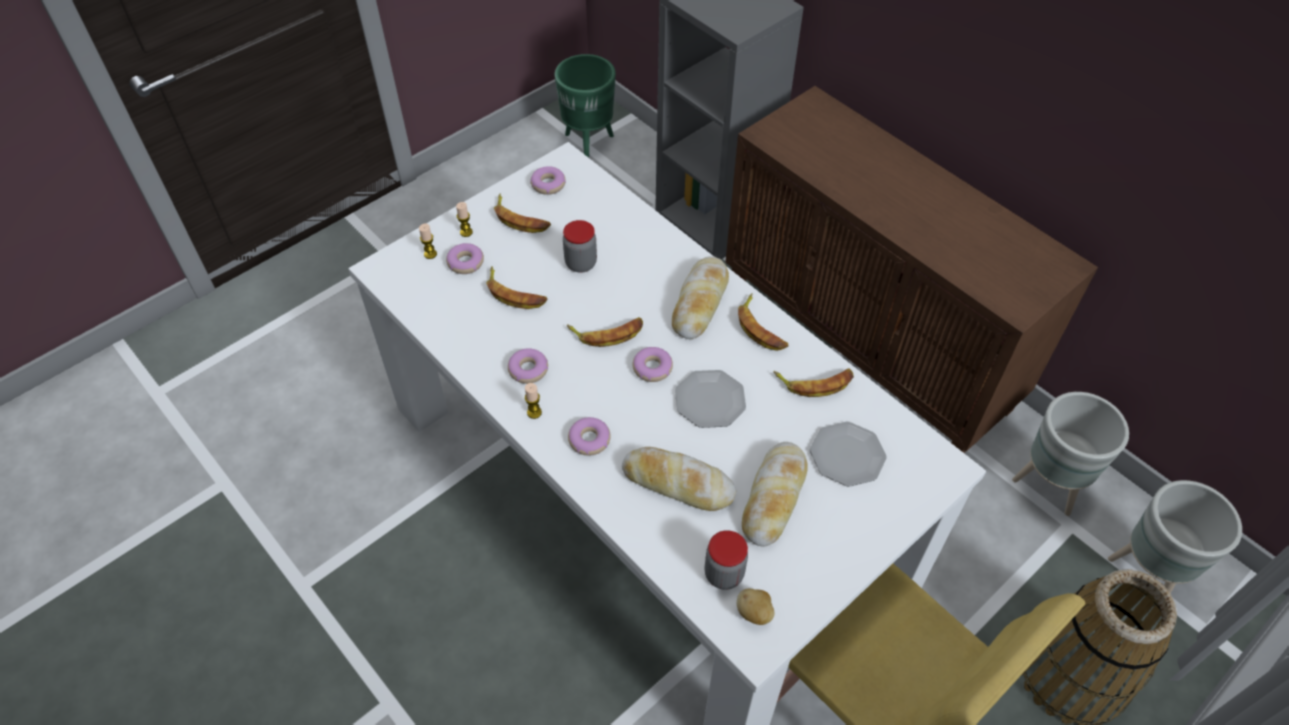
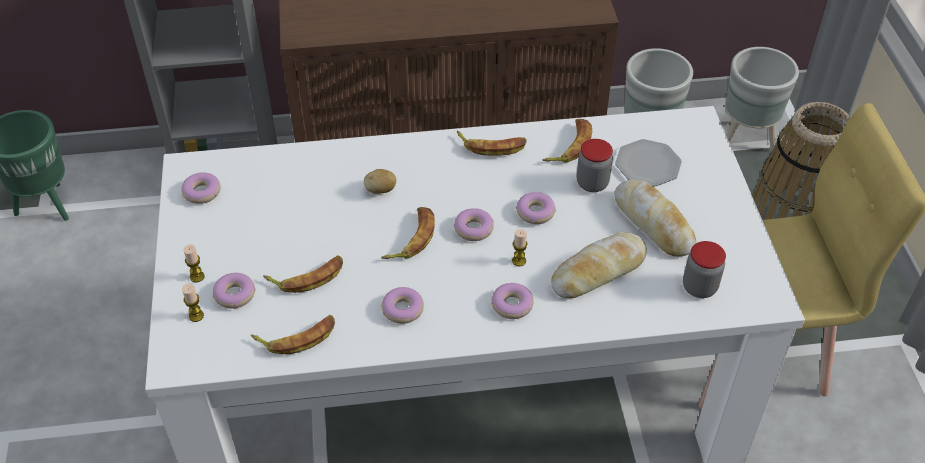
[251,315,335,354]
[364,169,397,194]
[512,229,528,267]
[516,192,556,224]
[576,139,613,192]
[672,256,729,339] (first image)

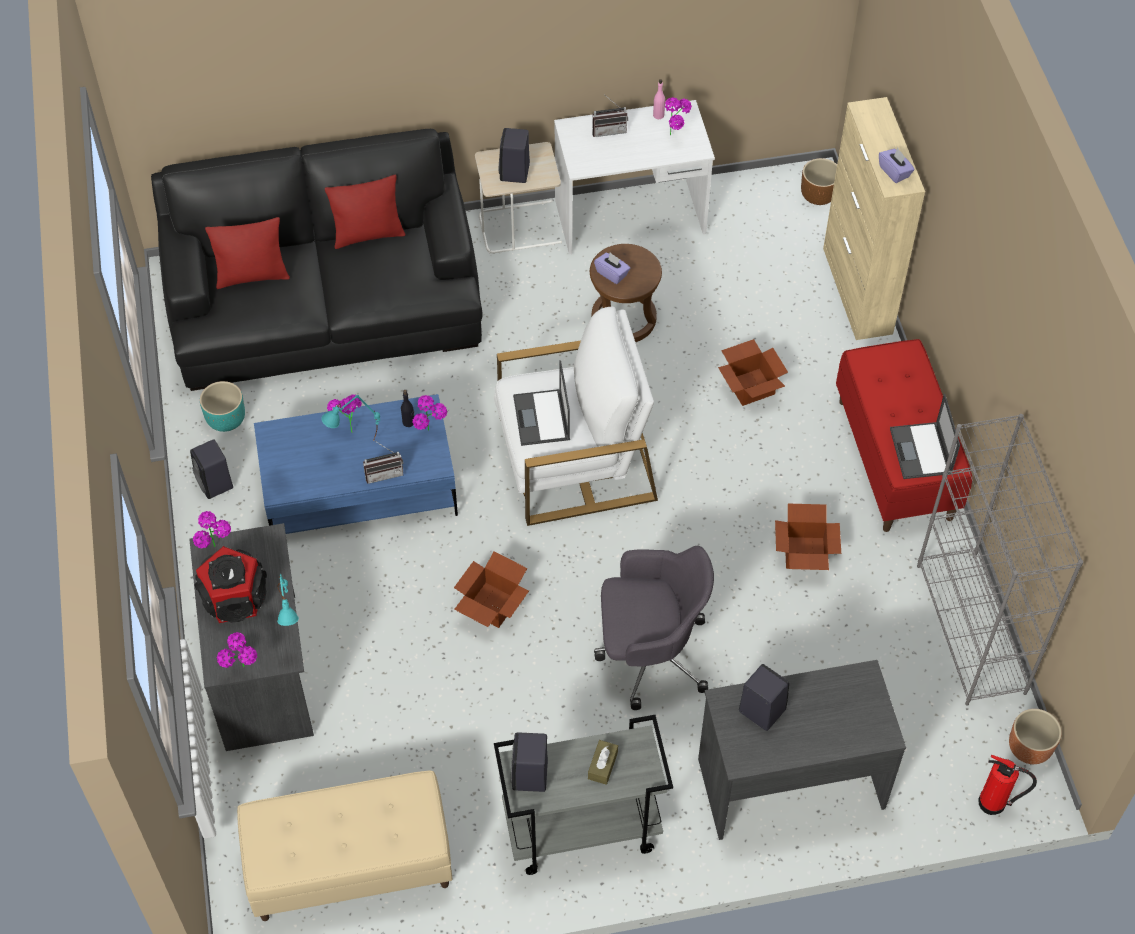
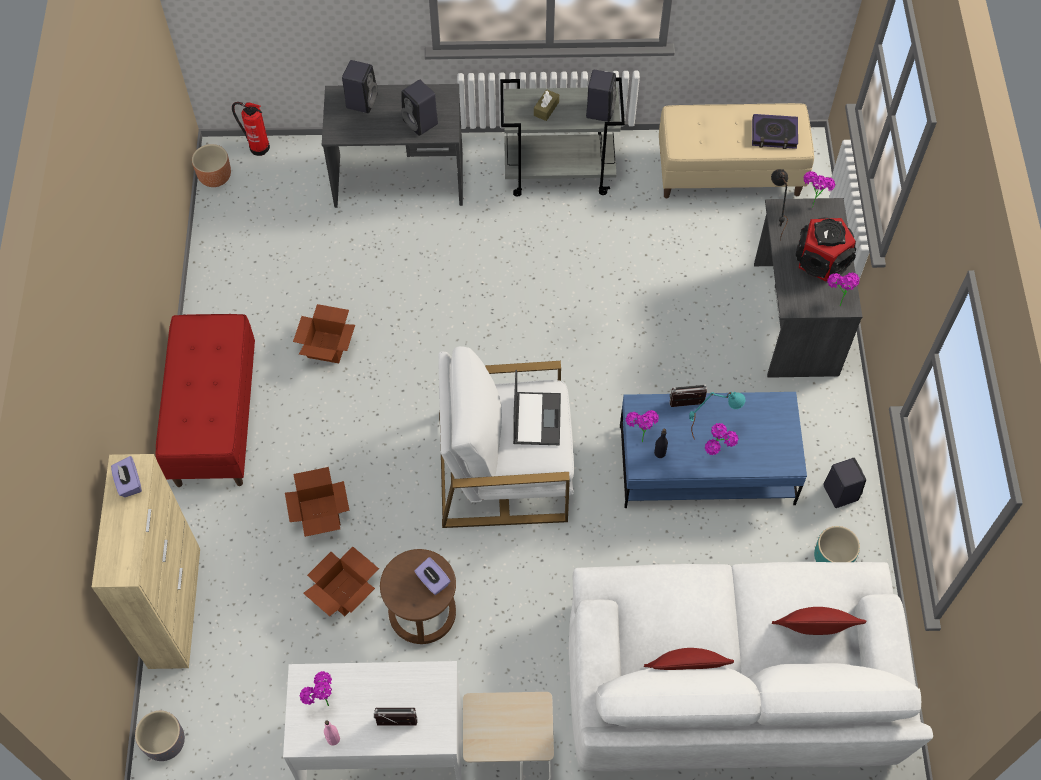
[135,711,185,761]
[303,546,379,616]
[342,60,378,113]
[569,562,933,771]
[752,114,798,149]
[771,169,788,240]
[594,546,714,710] (first image)
[890,394,960,479] (first image)
[917,414,1083,706] (first image)

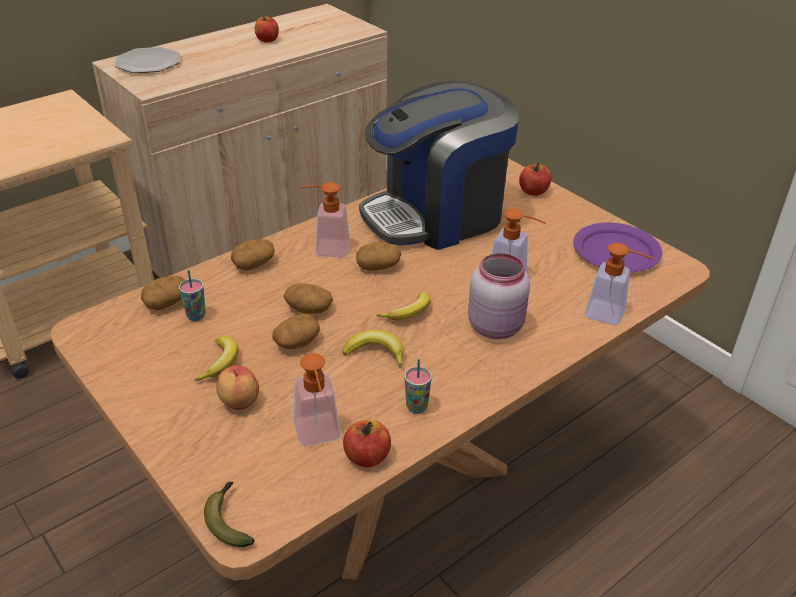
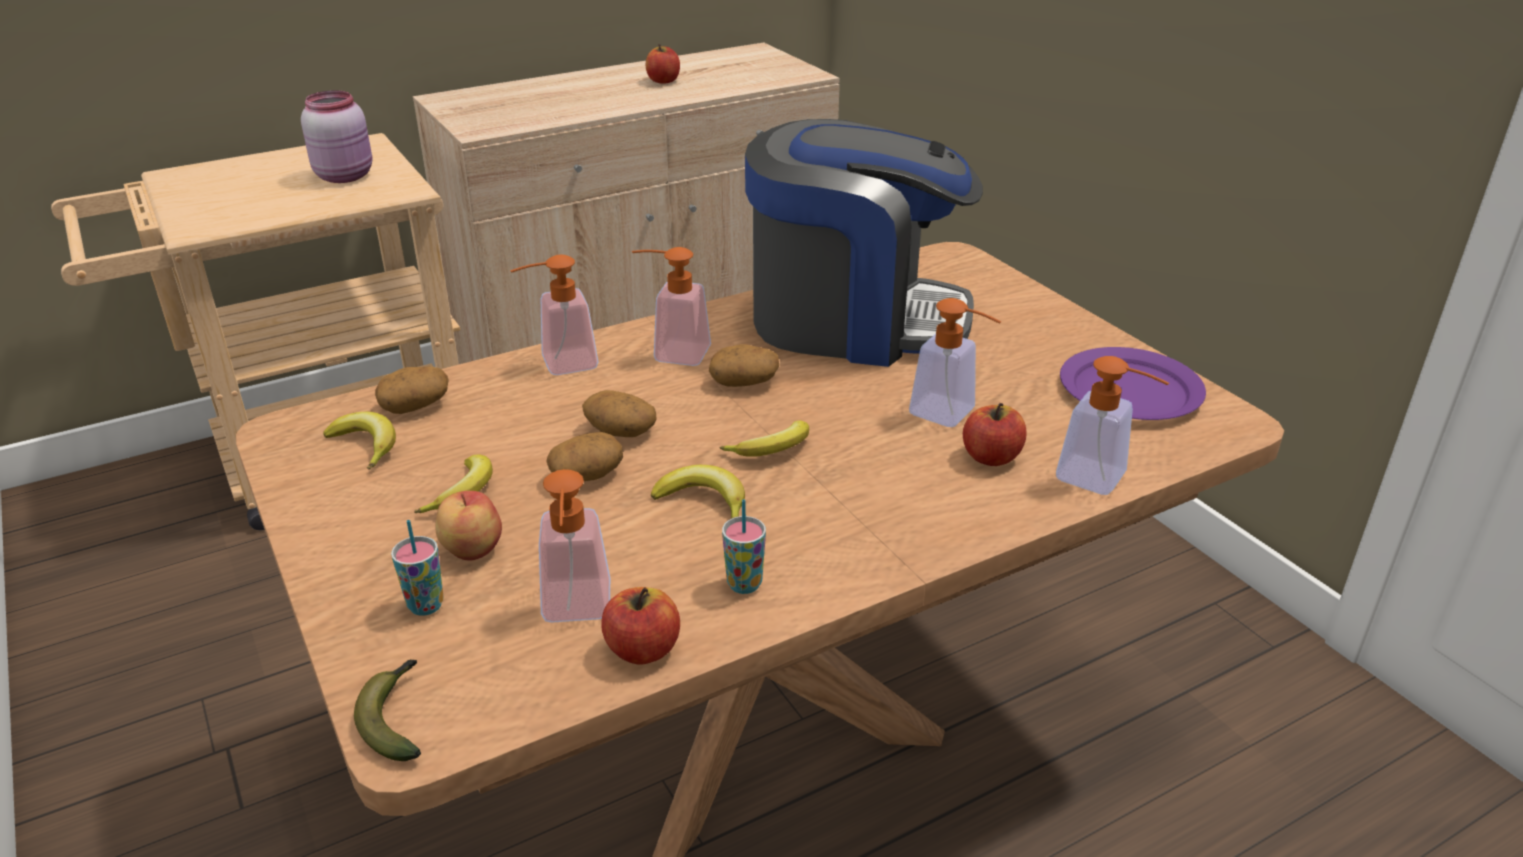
[301,90,372,183]
[323,412,396,470]
[391,520,444,616]
[510,254,599,375]
[745,119,983,367]
[963,403,1027,466]
[115,47,180,73] (first image)

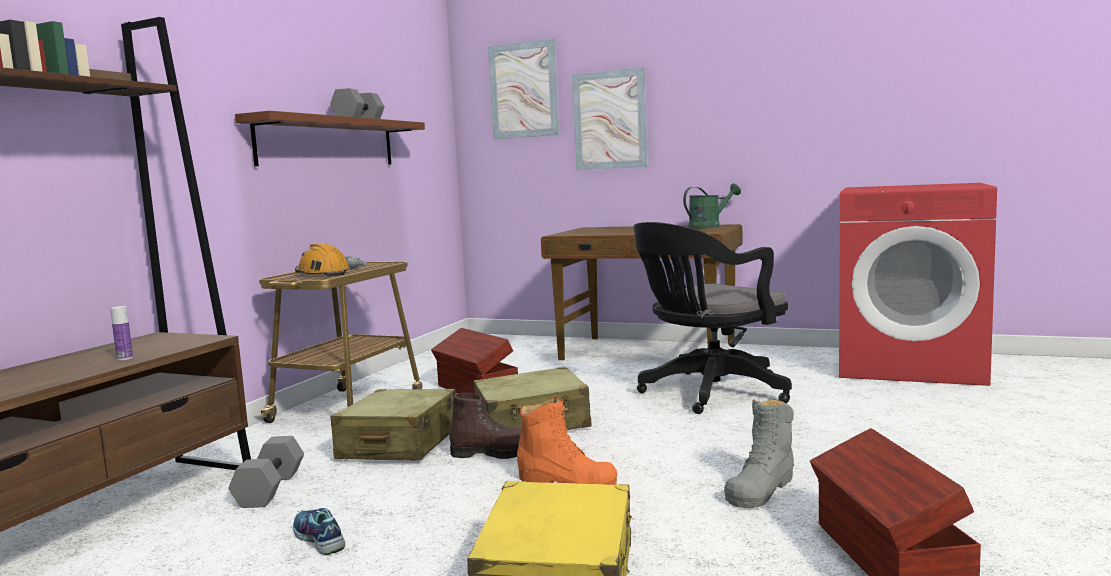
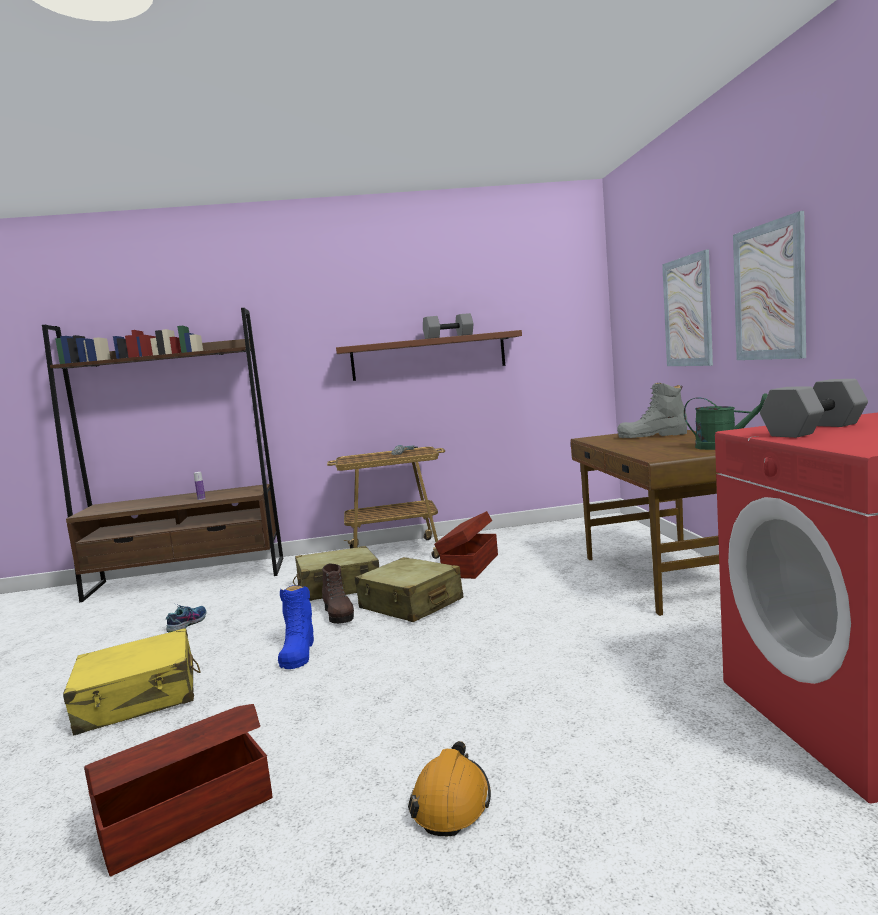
[278,585,314,669]
[408,741,491,836]
[617,383,687,438]
[733,211,806,360]
[760,379,868,438]
[634,222,792,414] (first image)

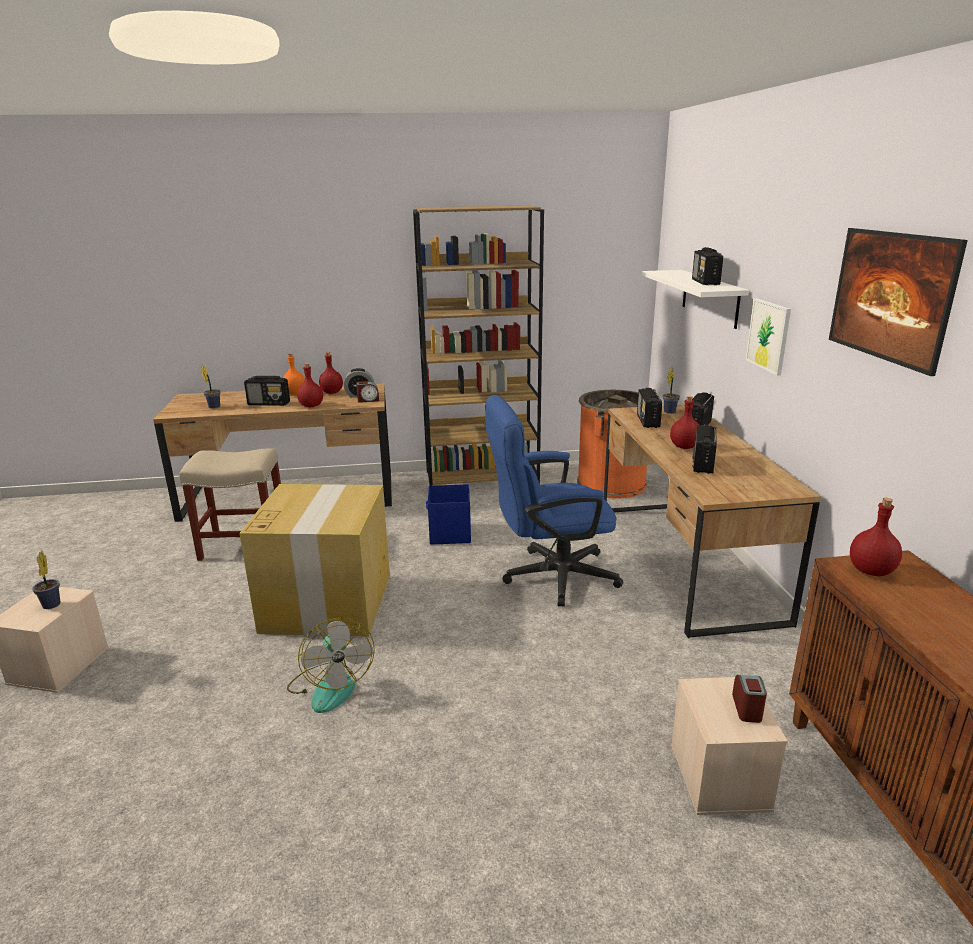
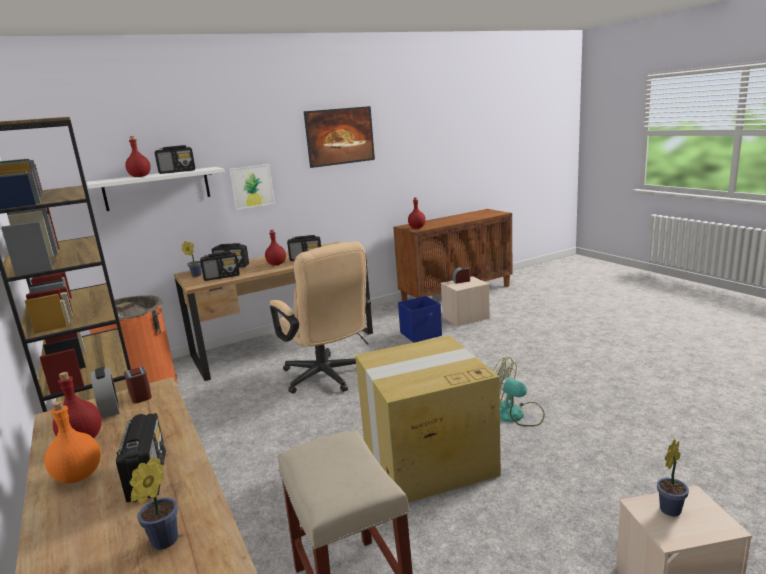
[125,136,151,177]
[270,241,371,394]
[398,296,442,343]
[493,357,545,427]

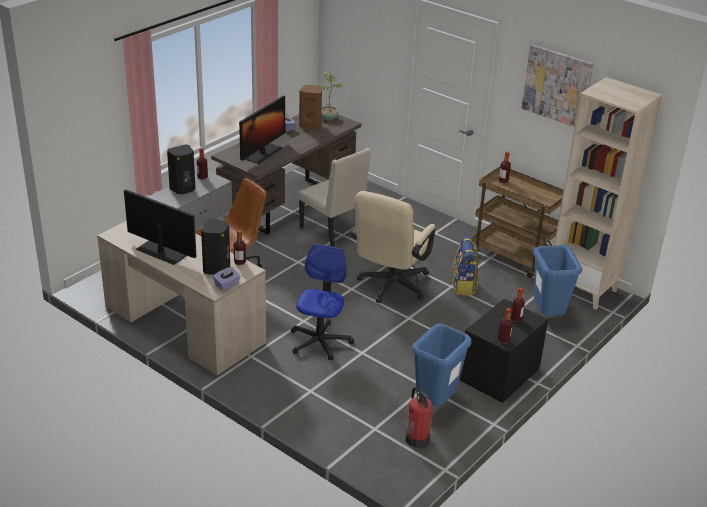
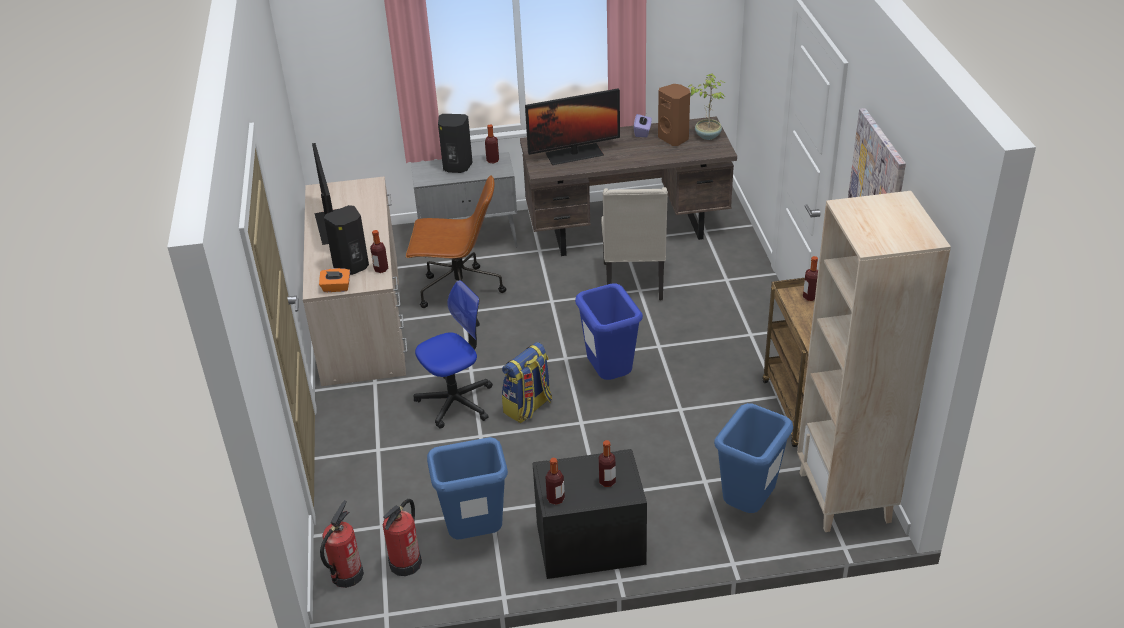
[319,268,350,292]
[320,500,364,588]
[502,342,552,423]
[575,283,643,380]

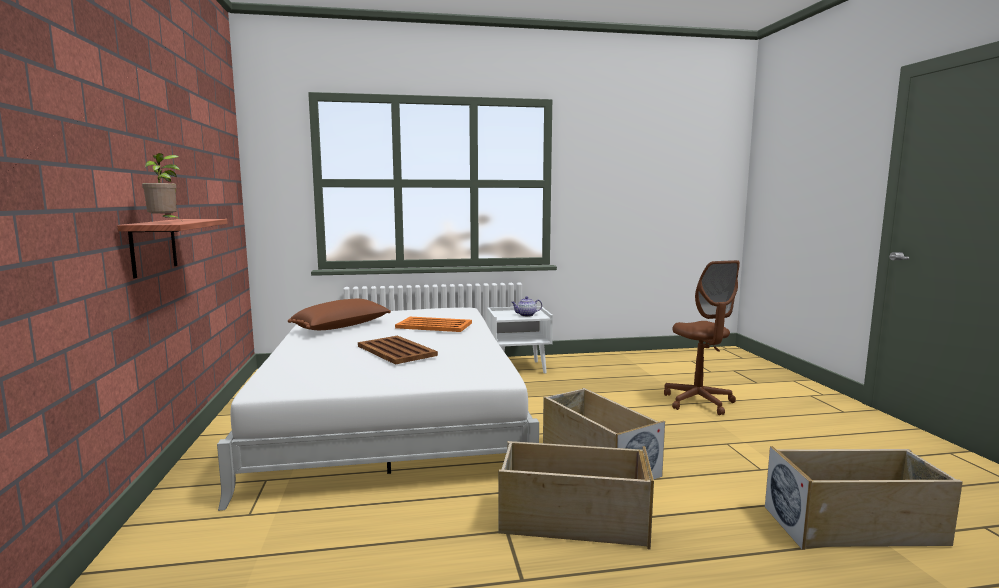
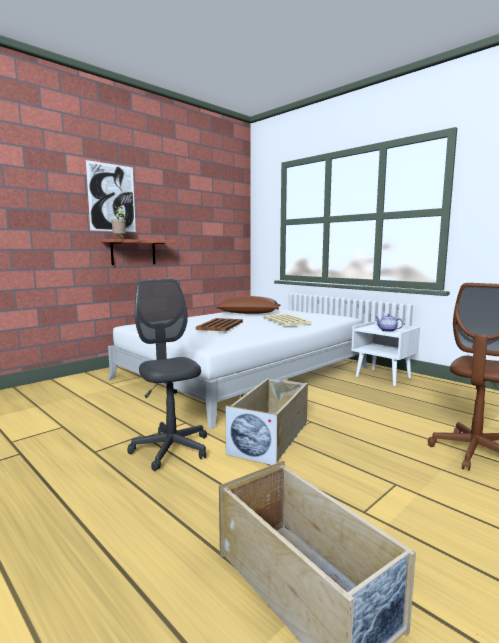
[86,160,136,232]
[127,279,207,471]
[264,314,311,326]

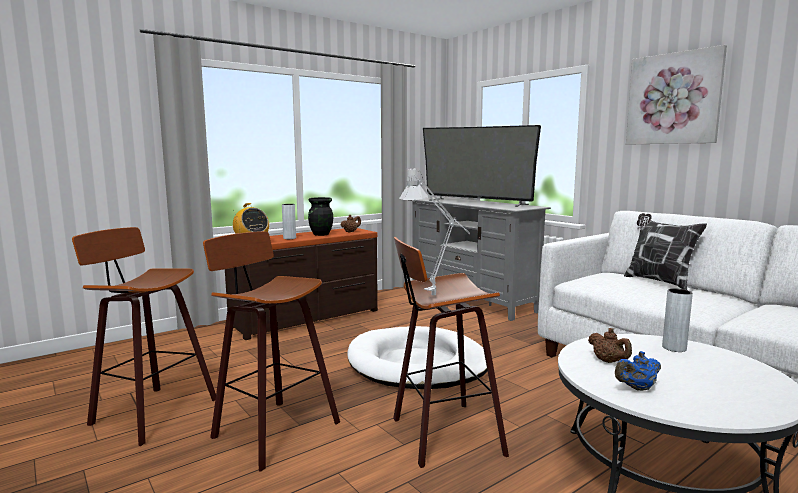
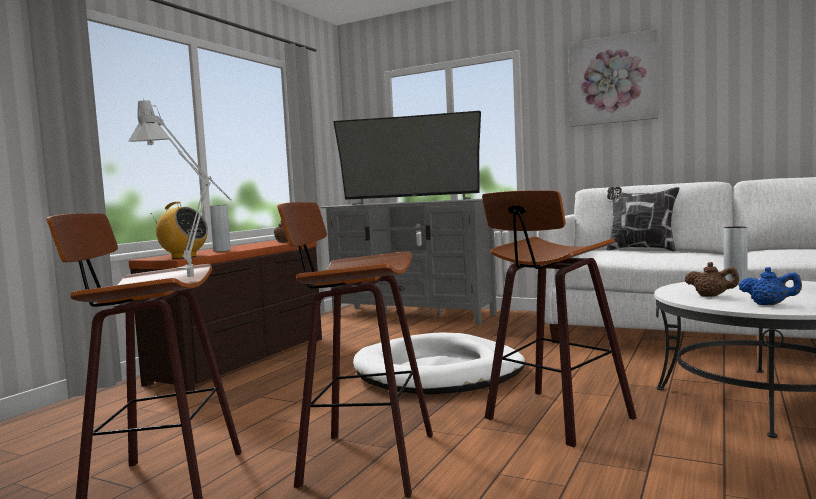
[128,97,231,278]
[739,267,802,305]
[308,197,333,236] (first image)

